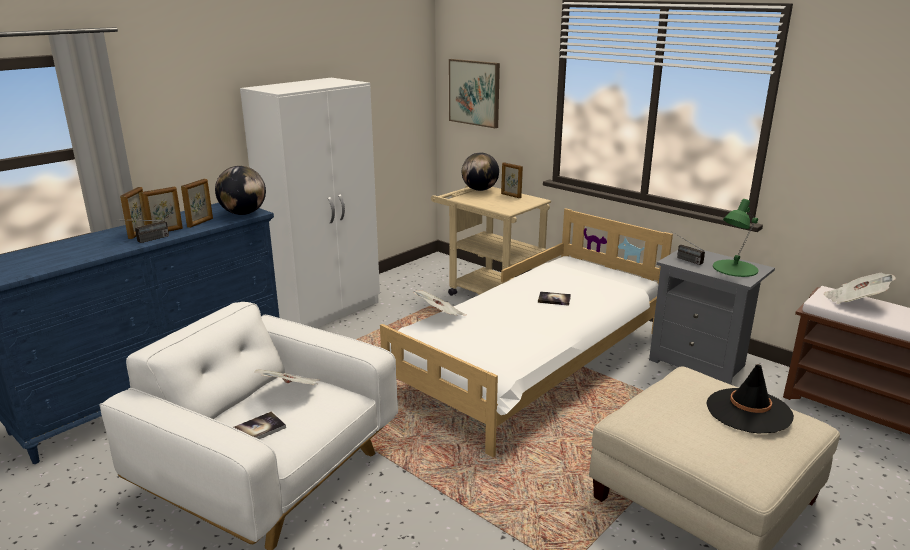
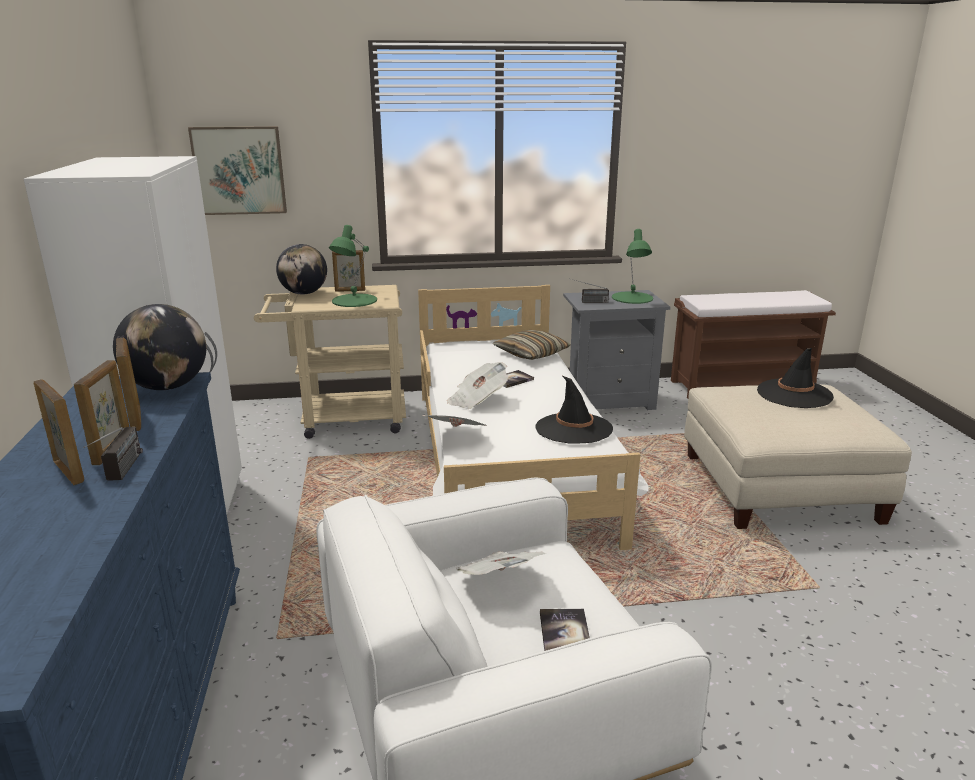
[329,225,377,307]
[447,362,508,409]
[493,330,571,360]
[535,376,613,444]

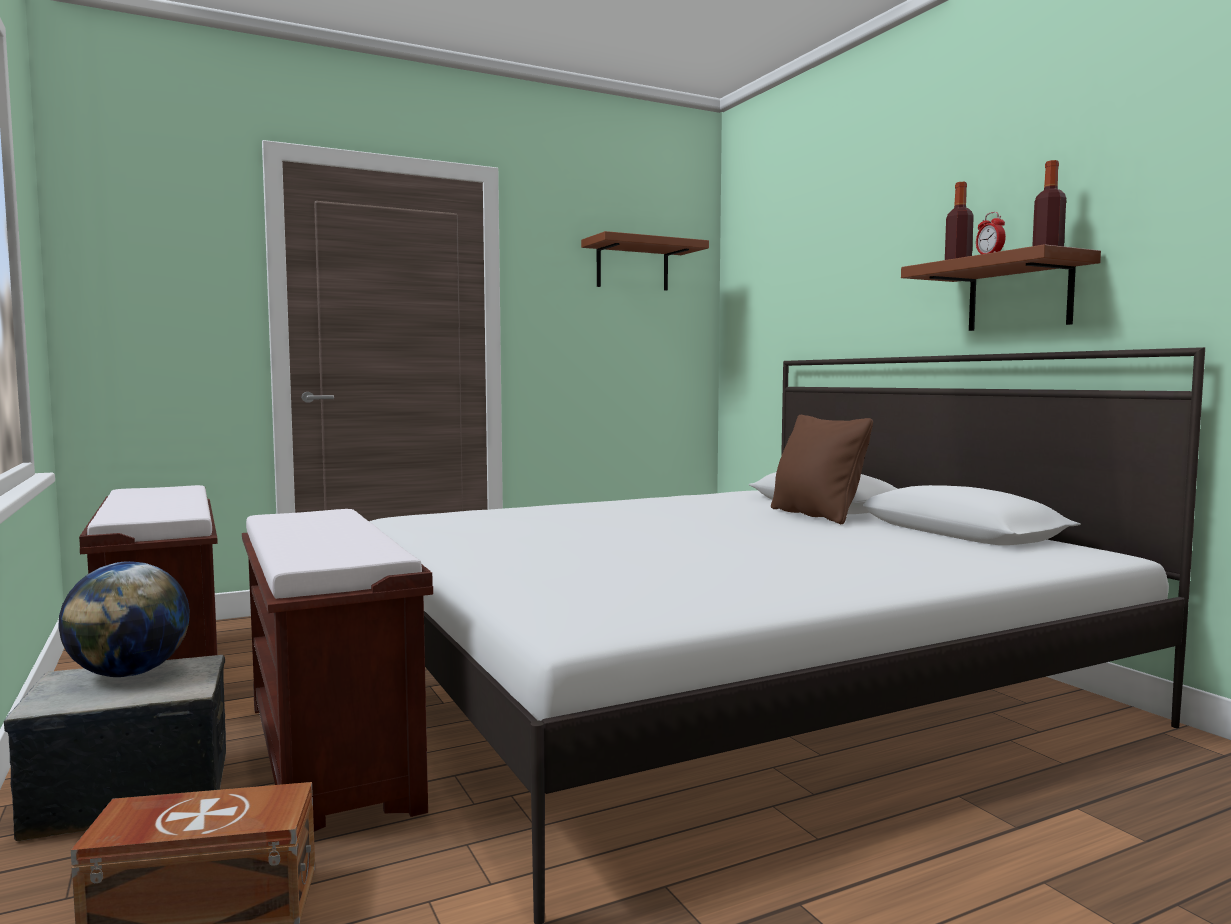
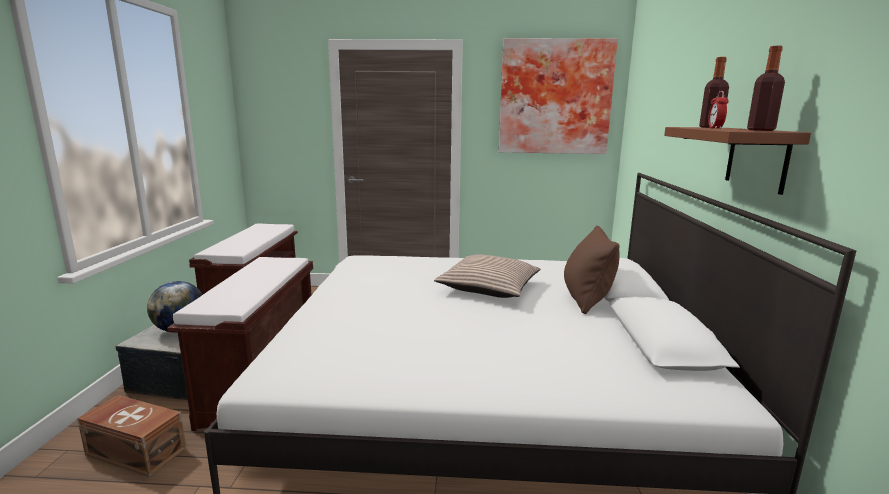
[434,254,540,298]
[499,38,618,154]

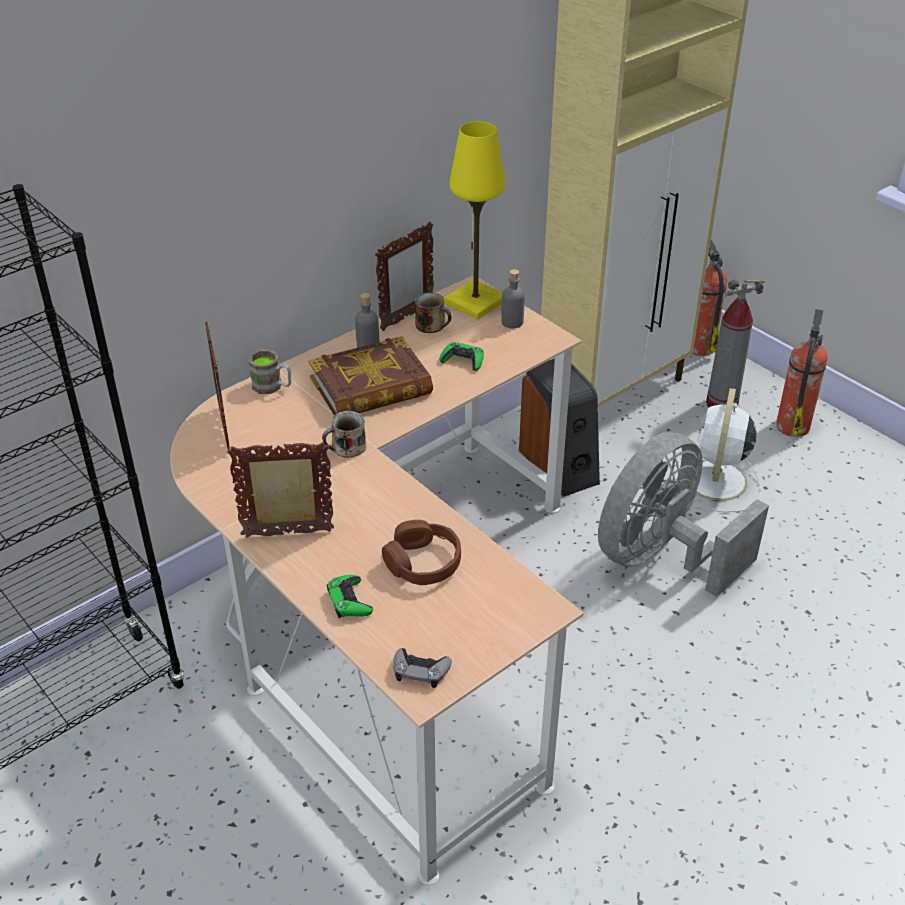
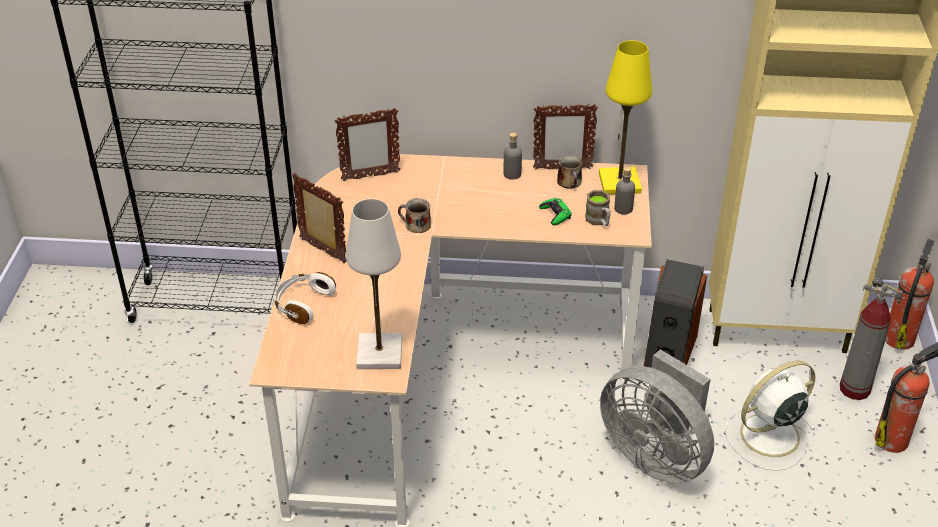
[272,272,336,324]
[334,108,401,181]
[346,199,402,369]
[585,190,610,226]
[600,349,714,484]
[308,336,433,415] (first image)
[382,520,461,585] (first image)
[393,648,452,688] (first image)

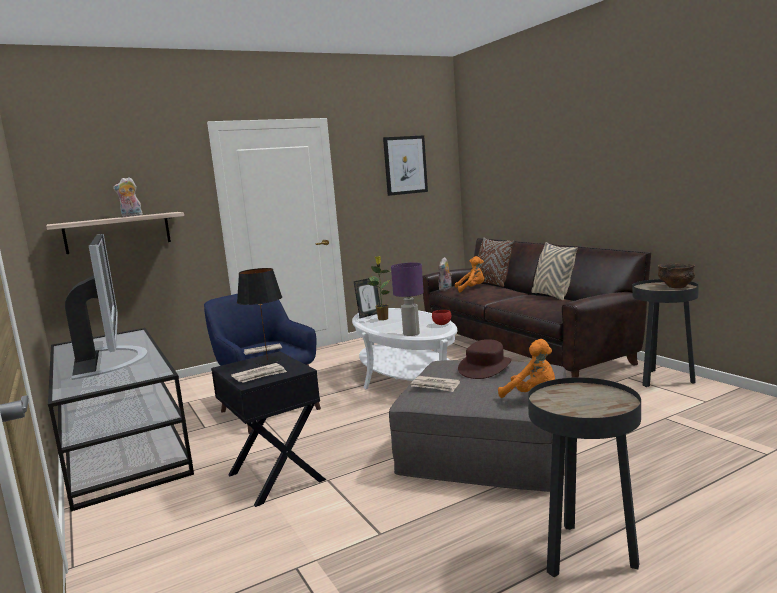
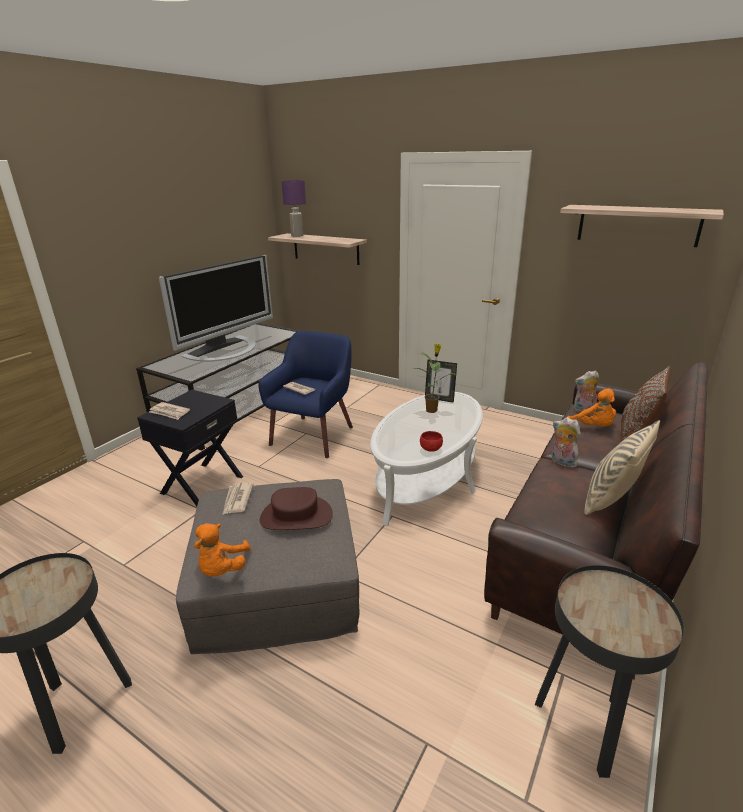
[282,180,306,237]
[552,417,581,468]
[560,205,724,247]
[237,268,282,365] (first image)
[658,263,695,288] (first image)

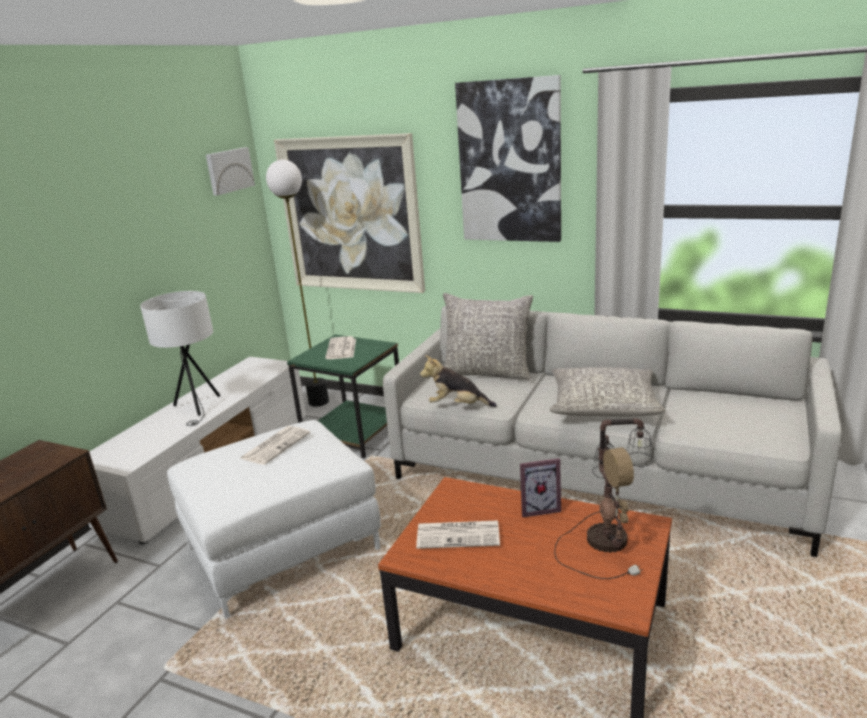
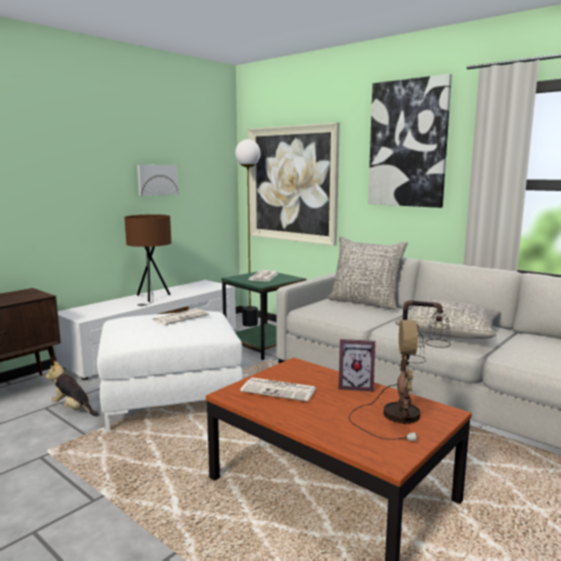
[46,361,99,417]
[125,214,171,306]
[137,165,178,196]

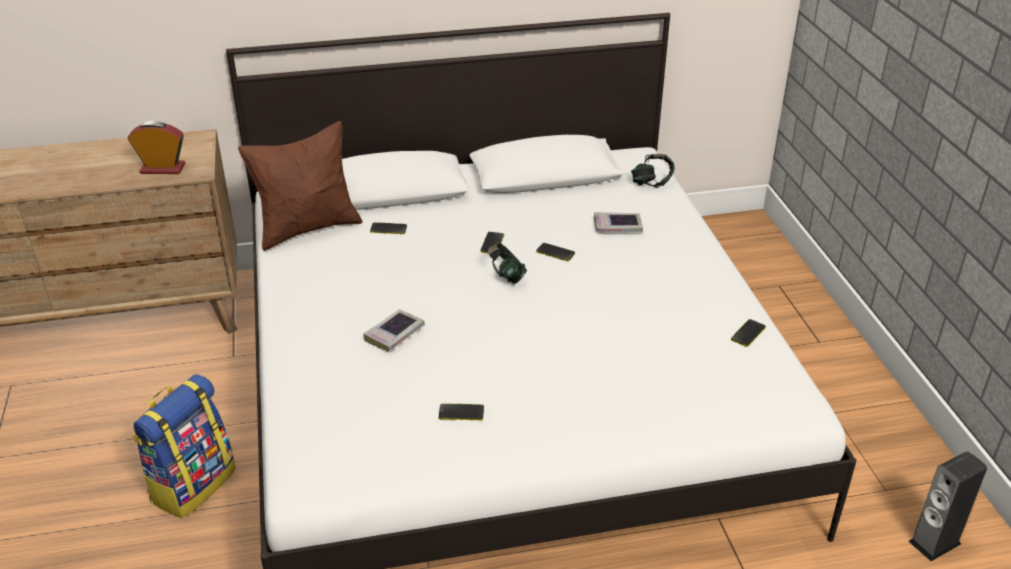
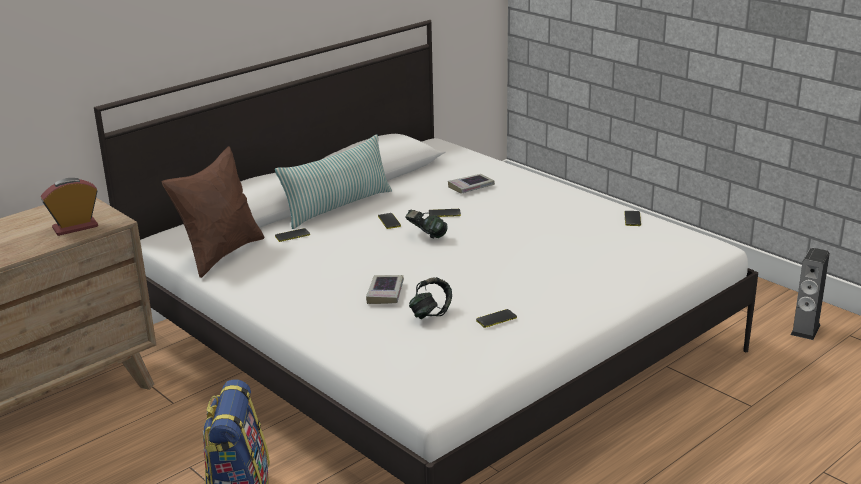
[275,135,392,229]
[409,277,452,319]

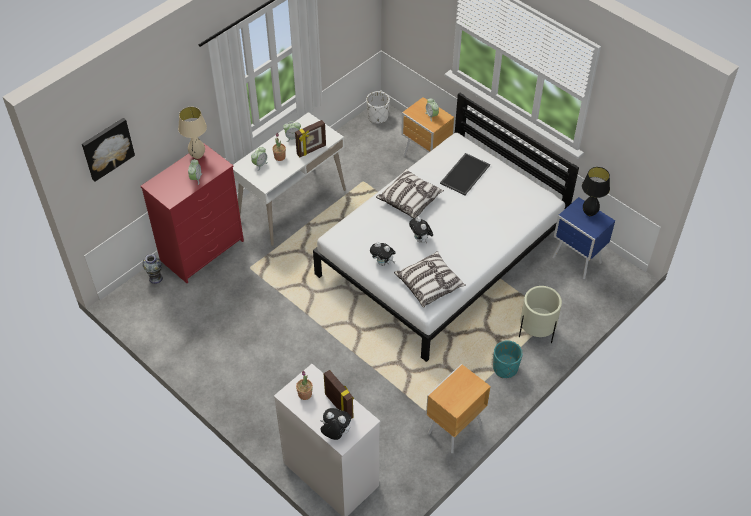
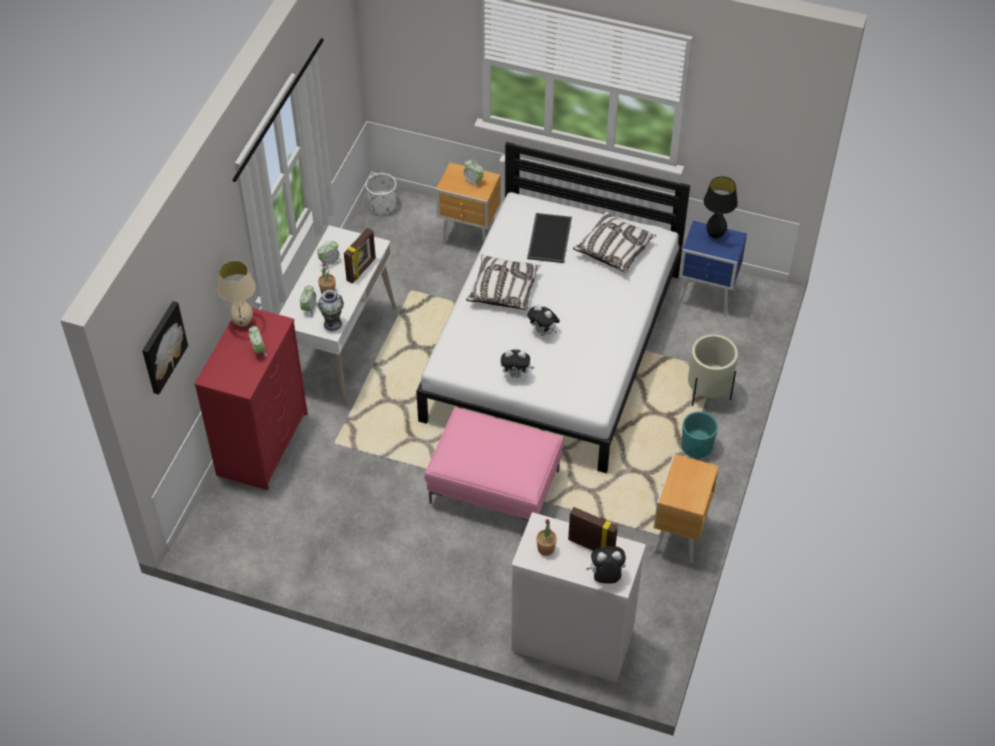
[318,290,344,331]
[424,407,564,521]
[573,211,656,273]

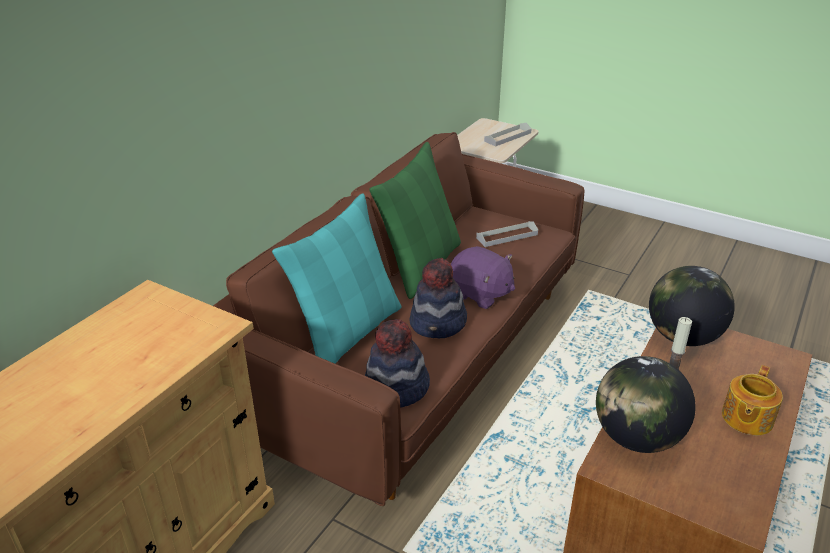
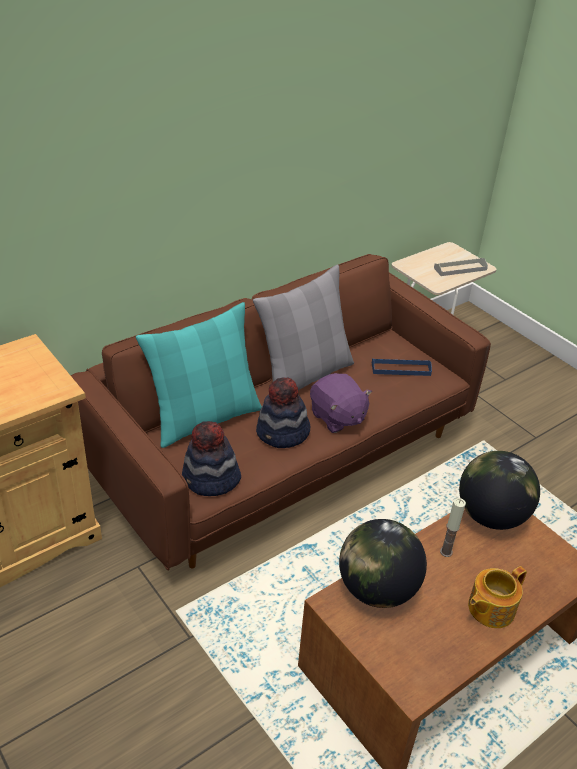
[253,265,354,390]
[372,358,432,376]

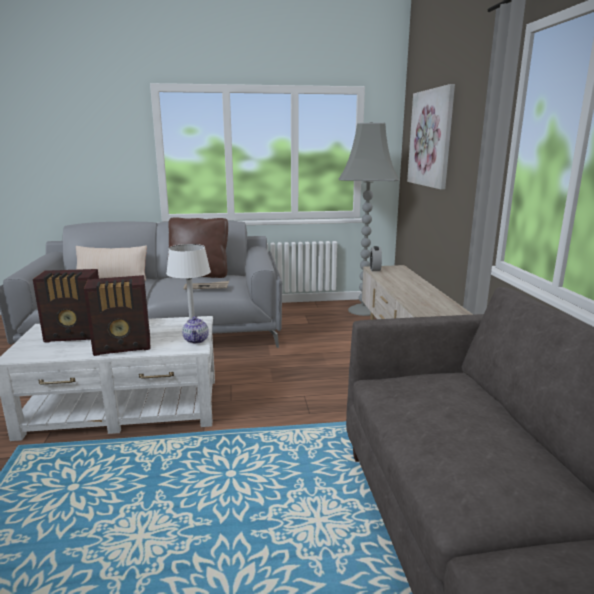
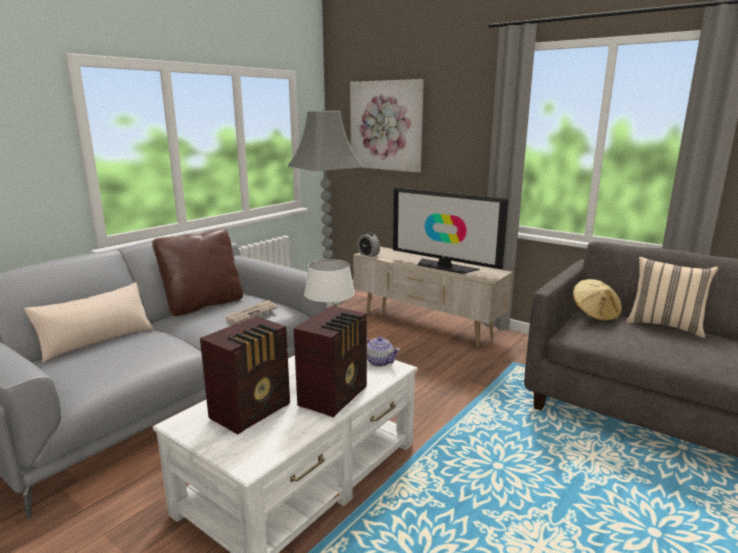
[393,187,508,274]
[573,279,622,323]
[626,257,718,338]

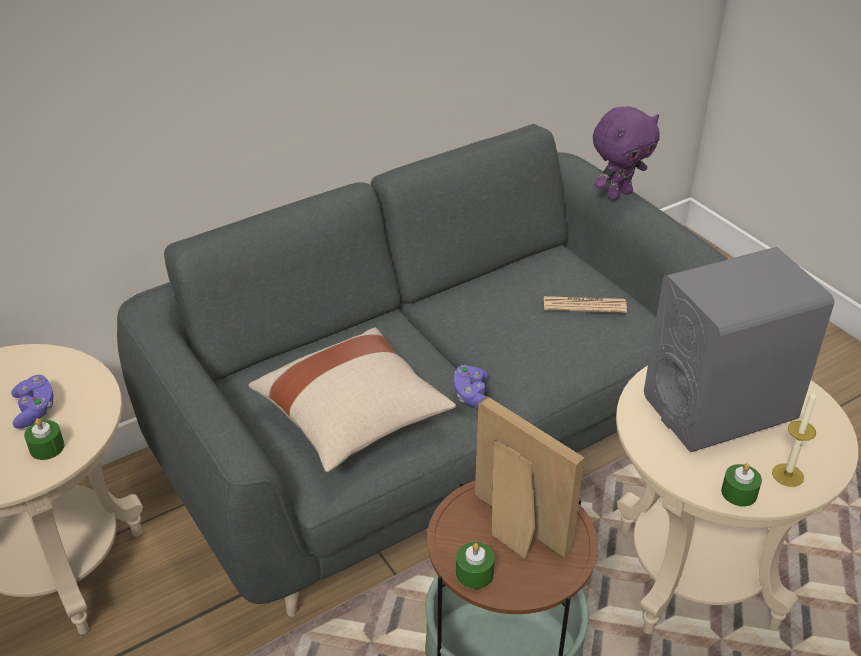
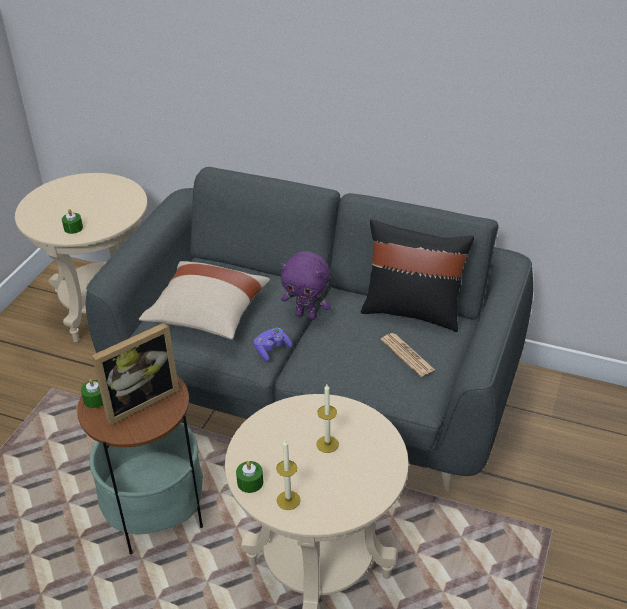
[92,322,179,425]
[280,251,331,320]
[316,384,339,453]
[361,219,474,332]
[11,375,53,429] (first image)

